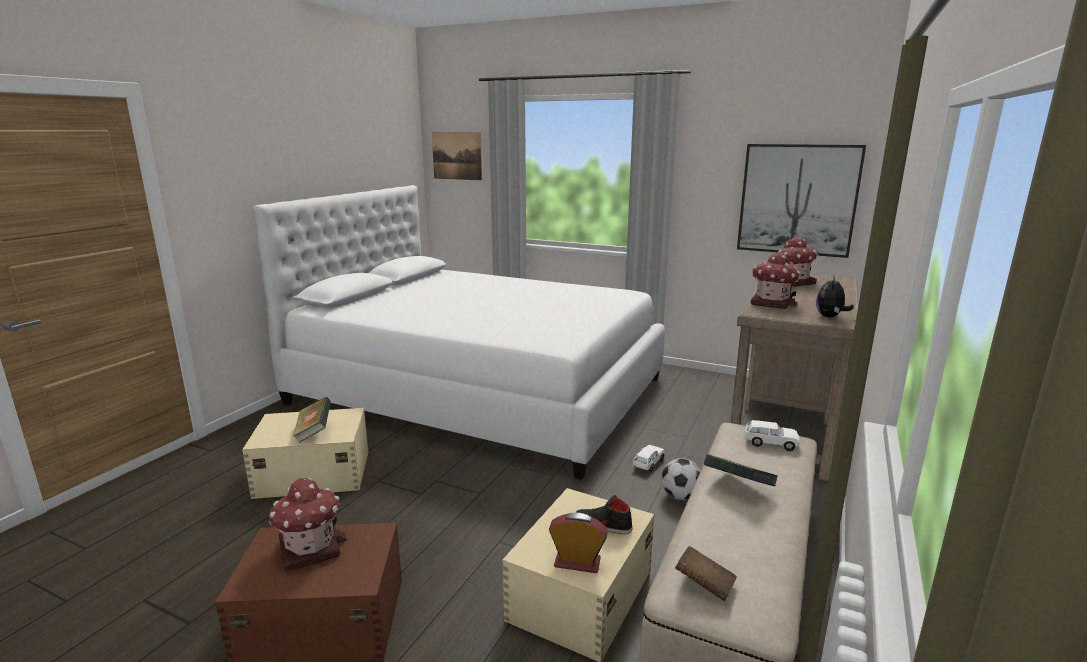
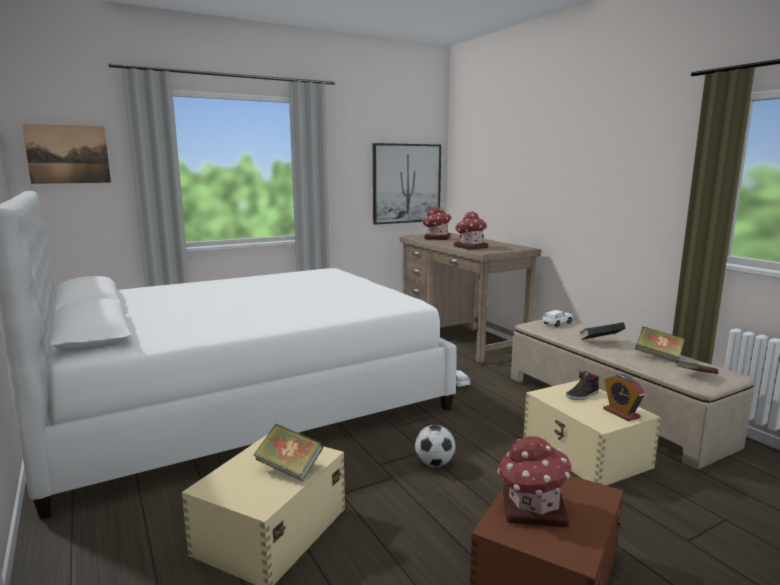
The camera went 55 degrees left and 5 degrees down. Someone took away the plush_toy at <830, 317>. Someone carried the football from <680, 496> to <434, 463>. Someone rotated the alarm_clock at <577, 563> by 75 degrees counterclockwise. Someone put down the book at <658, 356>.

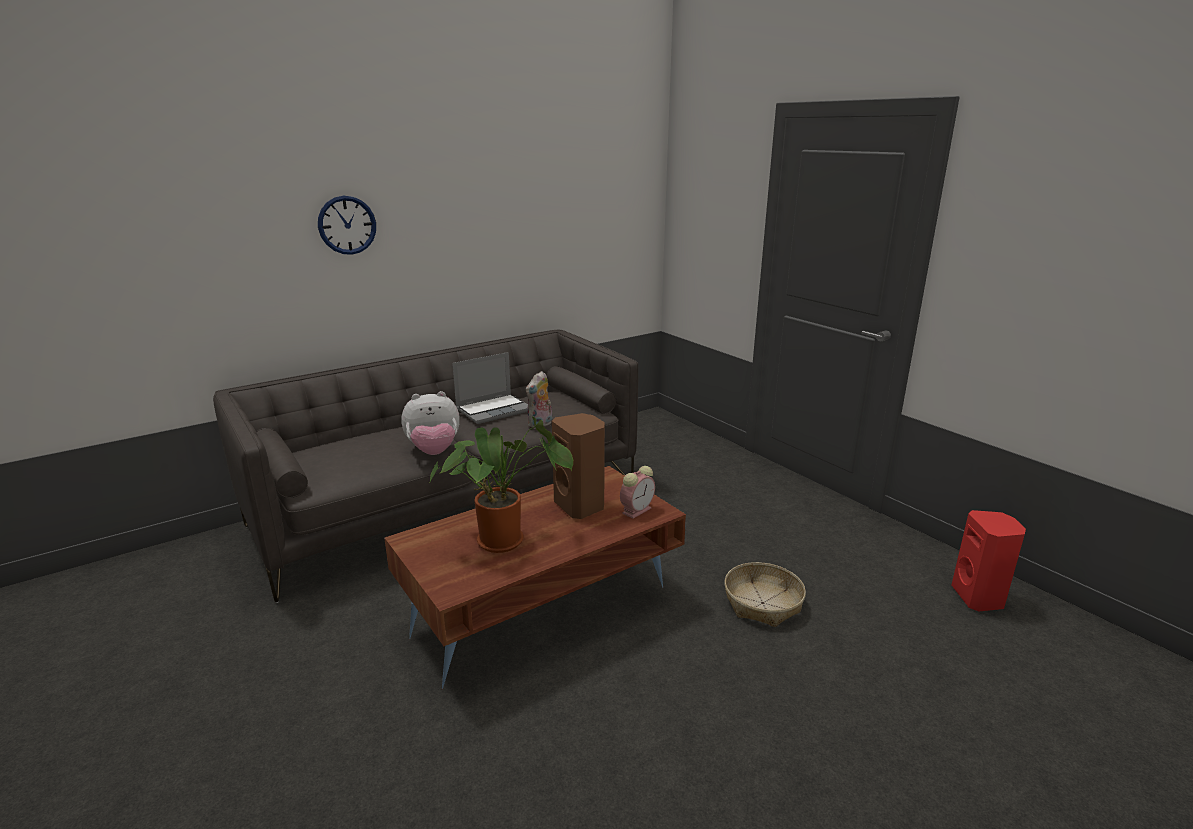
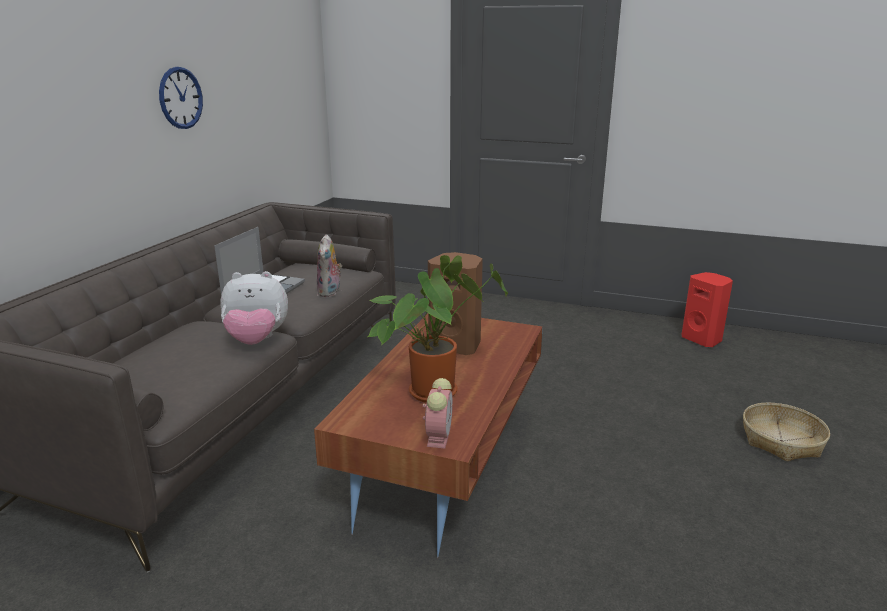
The camera went 35 degrees left and 0 degrees up. Someone carried the wall_clock from <347, 225> to <180, 98>. Someone rotated the plush_toy at <434, 451> by 45 degrees clockwise. Someone carried the alarm_clock from <637, 510> to <438, 436>. Someone carried the basket from <762, 603> to <781, 441>.

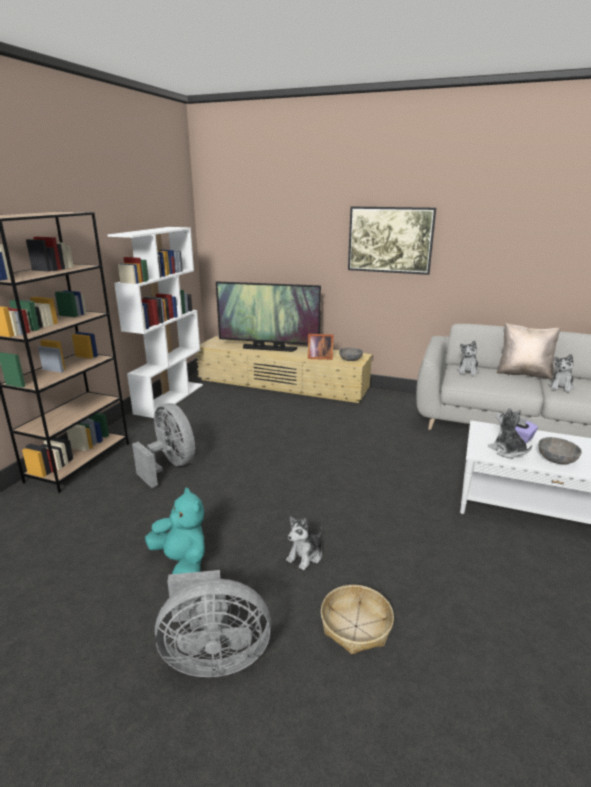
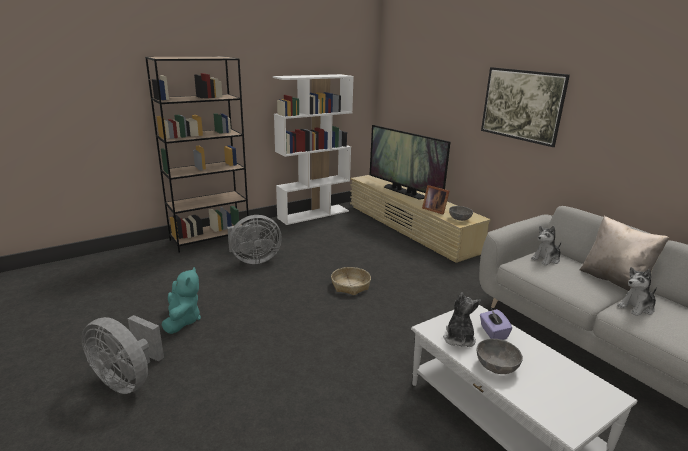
The camera went 35 degrees right and 0 degrees up. Someone rotated the grey_fan at <170, 466> by 75 degrees clockwise. Someone took away the plush_toy at <305, 556>. Someone carried the basket from <356, 626> to <350, 286>.

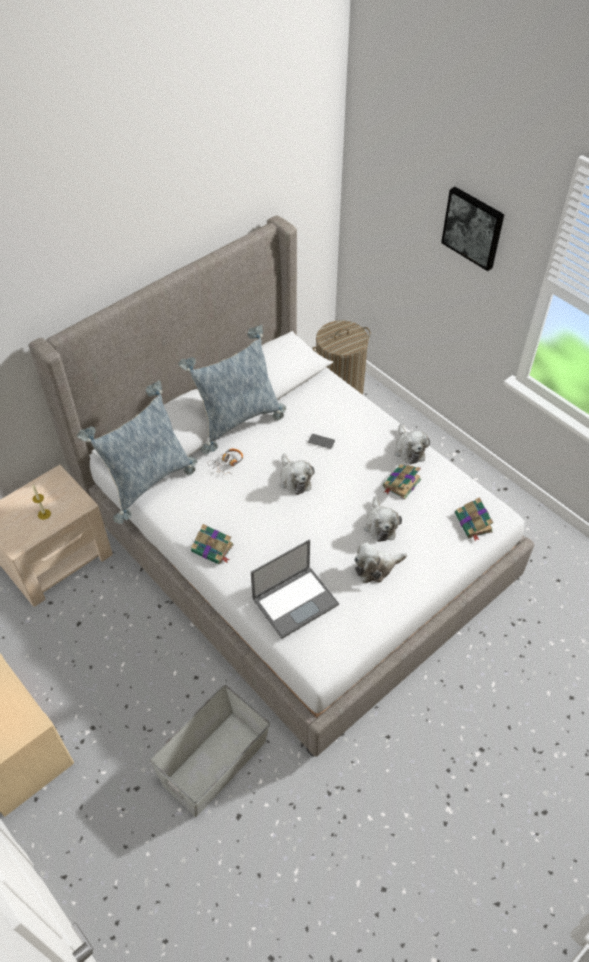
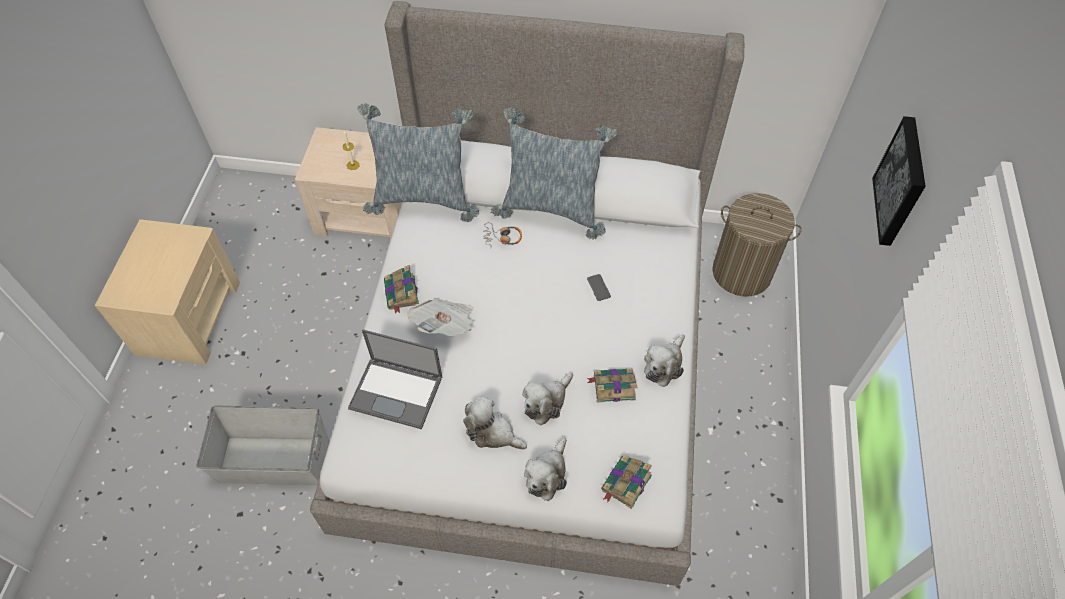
The camera went 50 degrees right and 5 degrees up. Someone carried the plush_toy from <294, 479> to <547, 474>. Someone put down the newspaper at <445, 325>.

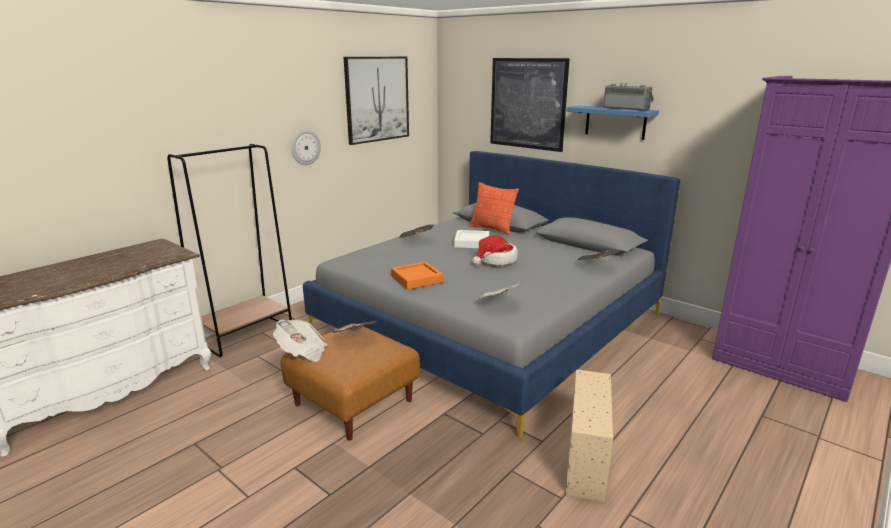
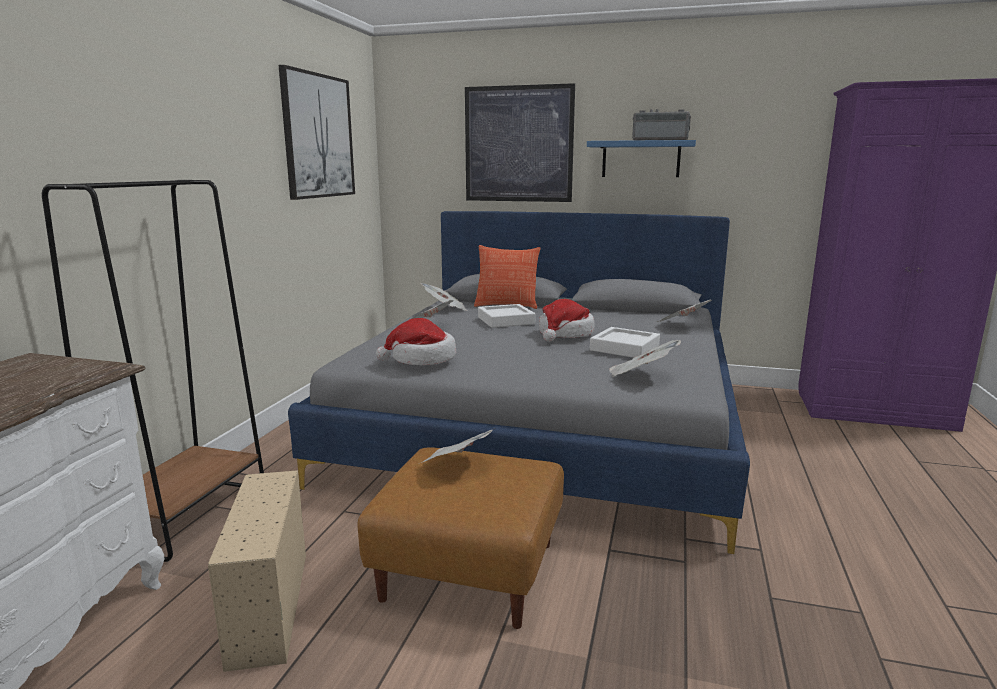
The camera went 25 degrees left and 5 degrees down. Someone took away the wall_clock at <305, 147>. Someone took away the orange_tray at <416, 279>. Someone carried the newspaper from <302, 352> to <445, 309>. Someone carried the beige_storage_box from <586, 460> to <269, 608>. Someone put down the hat at <421, 359>. Someone put down the white_tray at <624, 348>.

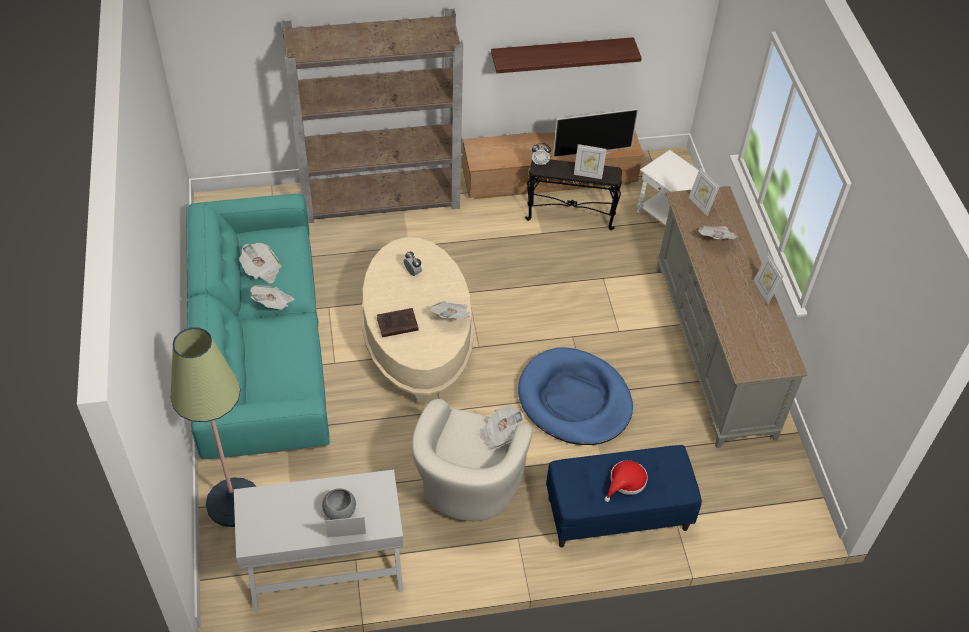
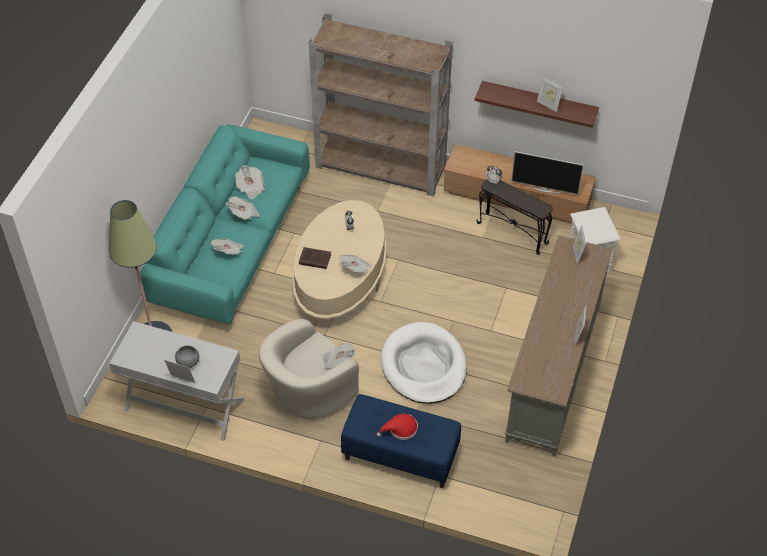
The camera went 30 degrees right and 0 degrees up. Someone carried the picture_frame from <588, 174> to <548, 105>. Someone carried the newspaper from <716, 239> to <228, 251>. Someone repainted the blue_dog_bed at <574, 400>, which became the white_dog_bed at <424, 366>.

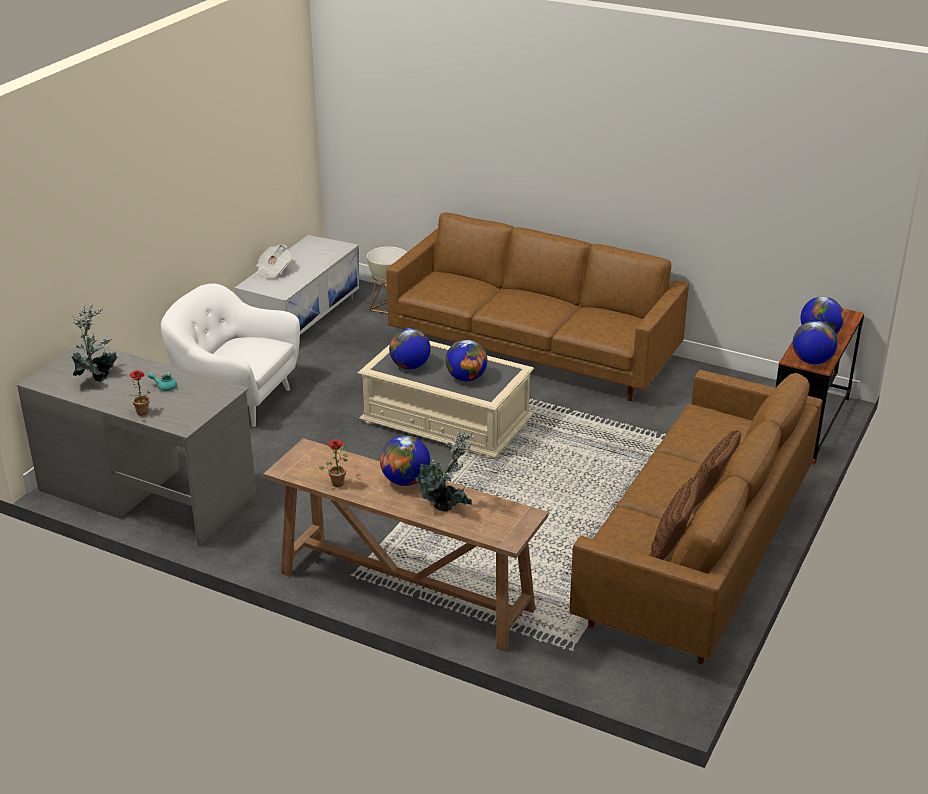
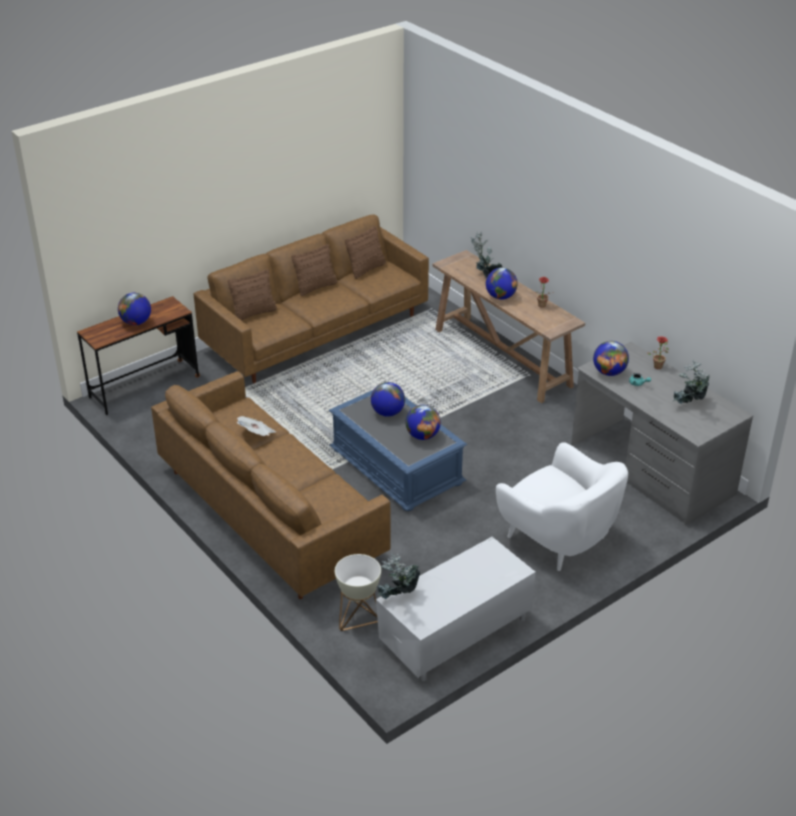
The camera went 155 degrees left and 5 degrees up. Someone carried the newspaper from <272, 272> to <257, 434>. Someone carried the globe from <812, 361> to <609, 372>. Someone repainted the beige_coffee_table at <447, 421>, which became the blue_coffee_table at <396, 465>. Someone put down the brown_pillow at <254, 313>. Someone put down the potted_plant at <398, 597>.

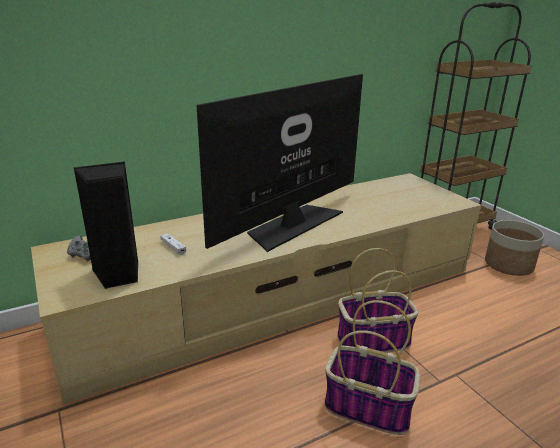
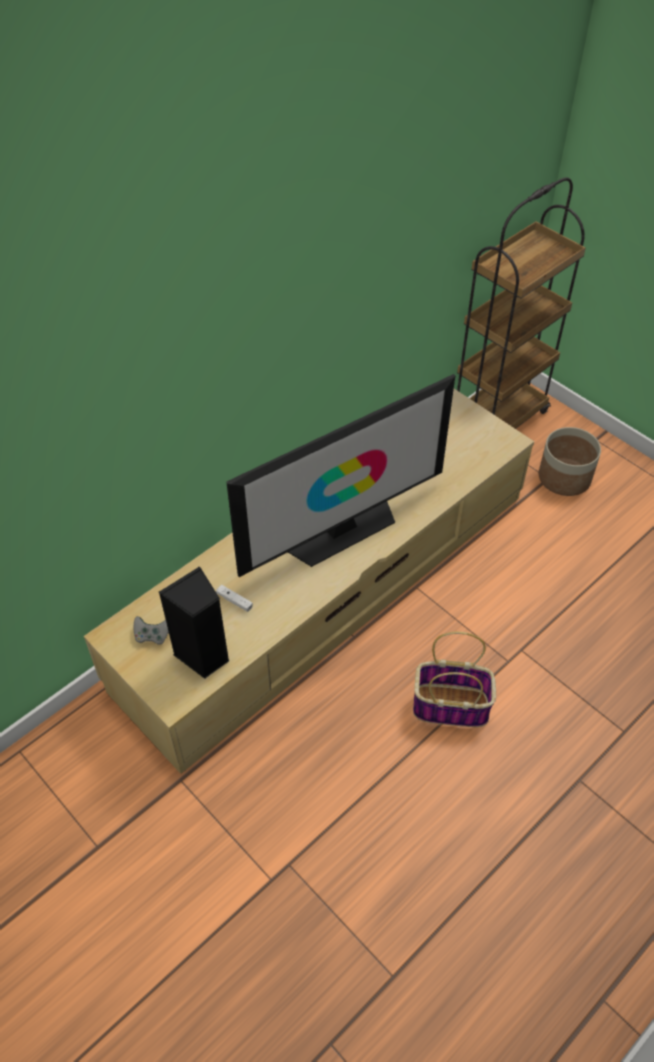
The camera went 15 degrees left and 25 degrees up. Someone rotated the television at <293, 224> by 150 degrees counterclockwise. Someone took away the basket at <374, 340>.

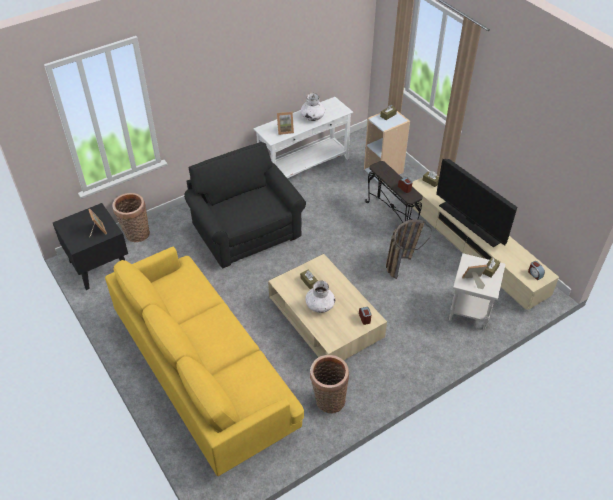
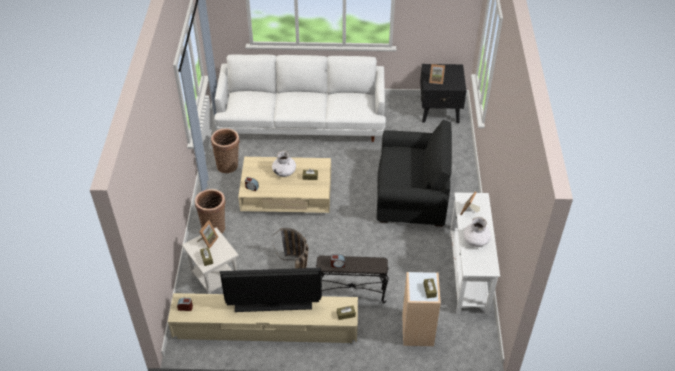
The camera went 125 degrees right and 0 degrees up. Someone carried the basket from <135, 234> to <214, 226>. Someone repainted the yellow_sofa at <204, 373>, which became the white_sofa at <302, 123>.

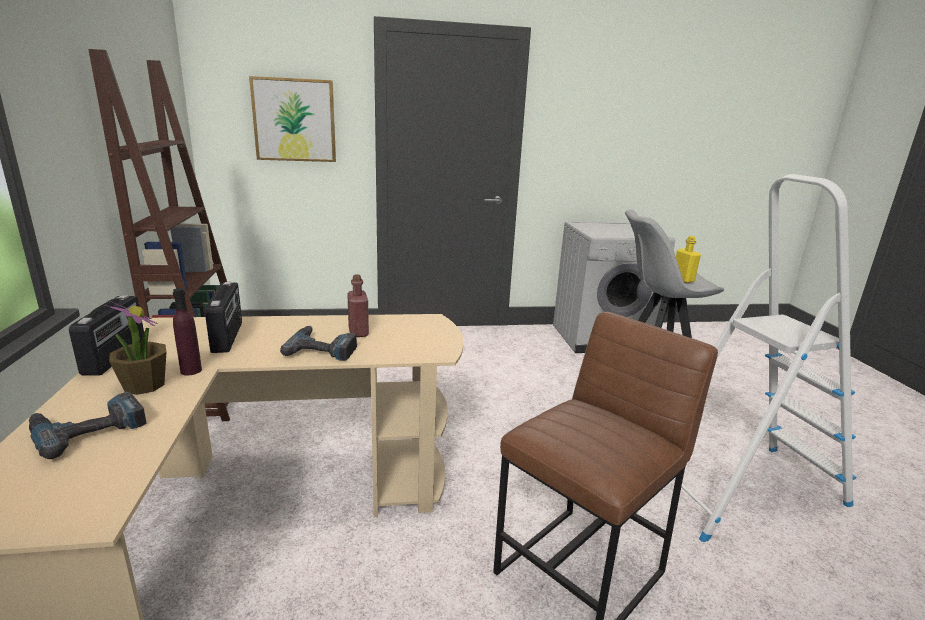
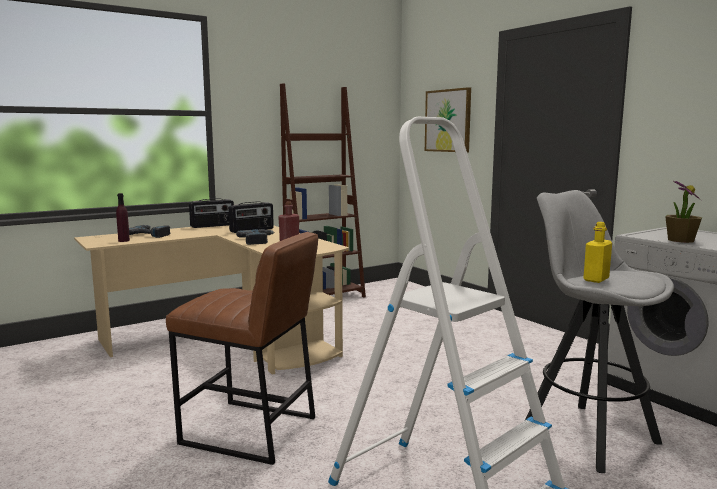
The camera went 65 degrees right and 10 degrees down. Someone carried the purple_bottle from <191, 370> to <124, 240>. Someone carried the potted_plant from <144, 385> to <680, 240>.

